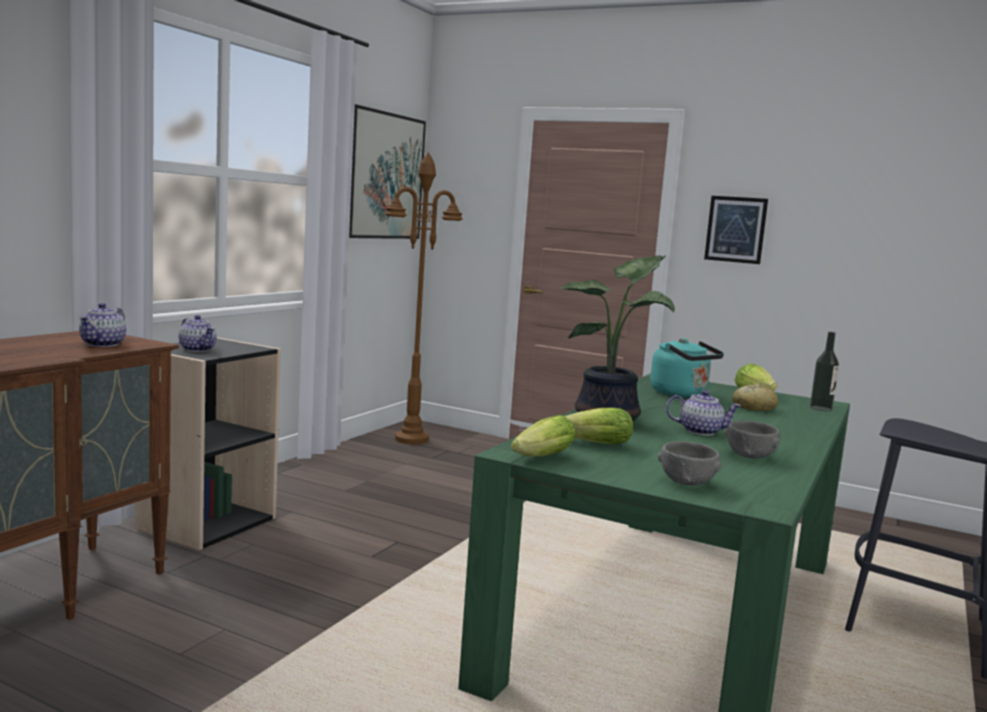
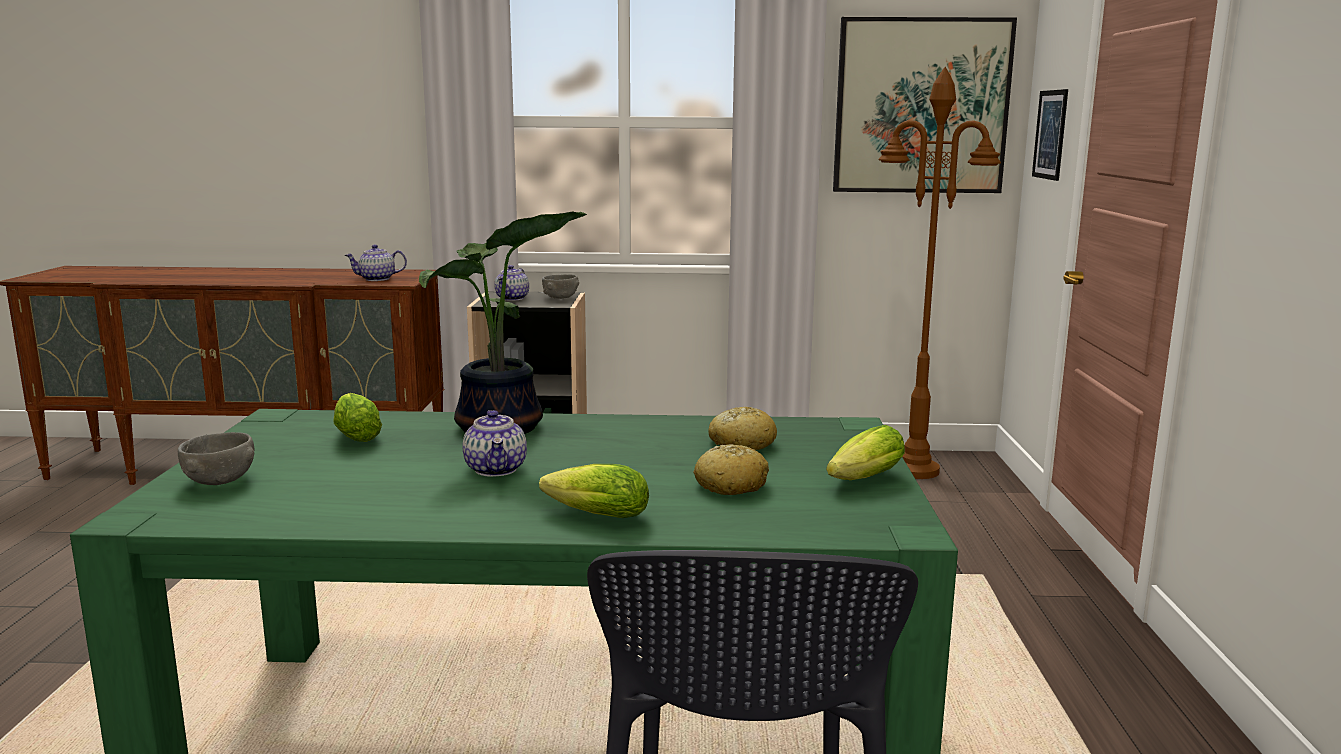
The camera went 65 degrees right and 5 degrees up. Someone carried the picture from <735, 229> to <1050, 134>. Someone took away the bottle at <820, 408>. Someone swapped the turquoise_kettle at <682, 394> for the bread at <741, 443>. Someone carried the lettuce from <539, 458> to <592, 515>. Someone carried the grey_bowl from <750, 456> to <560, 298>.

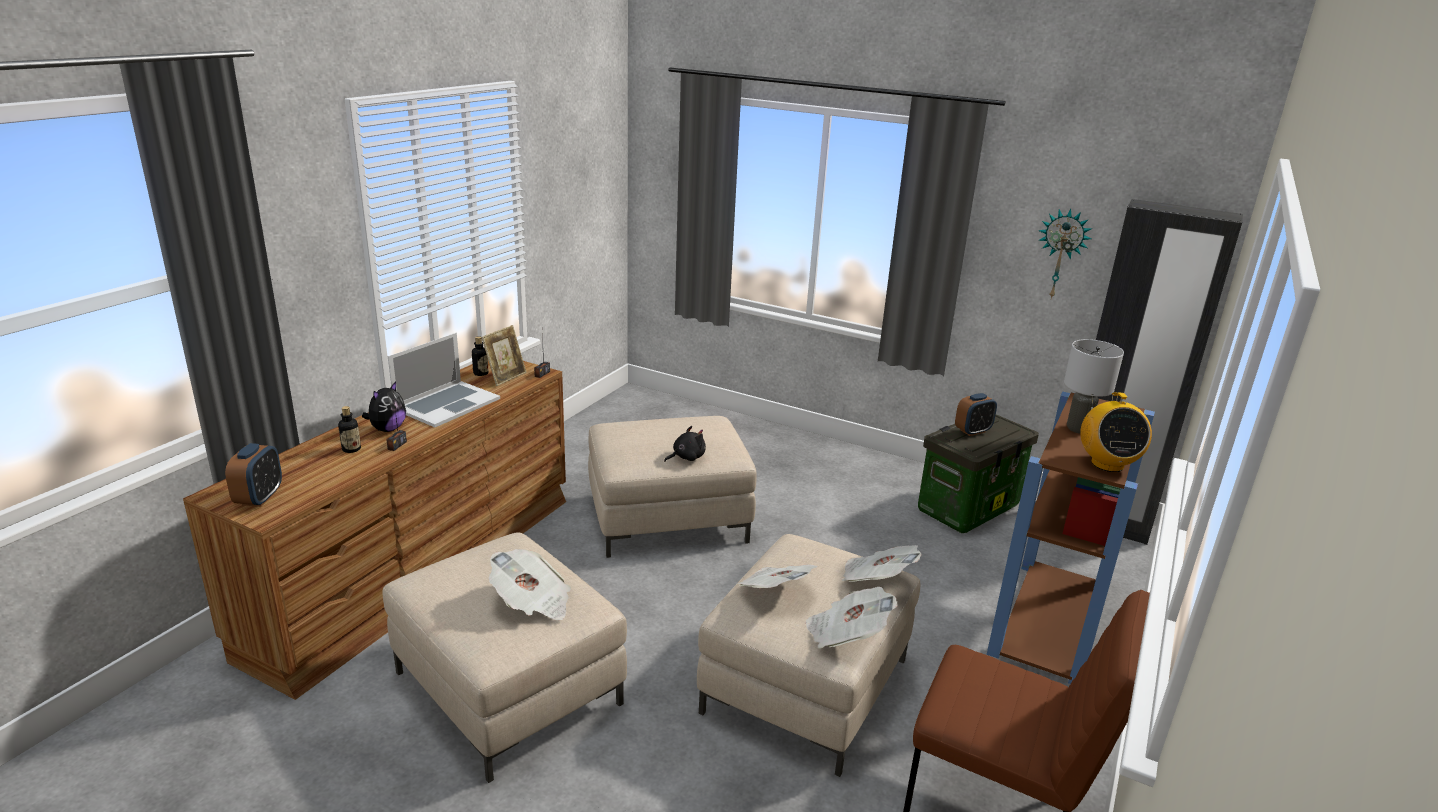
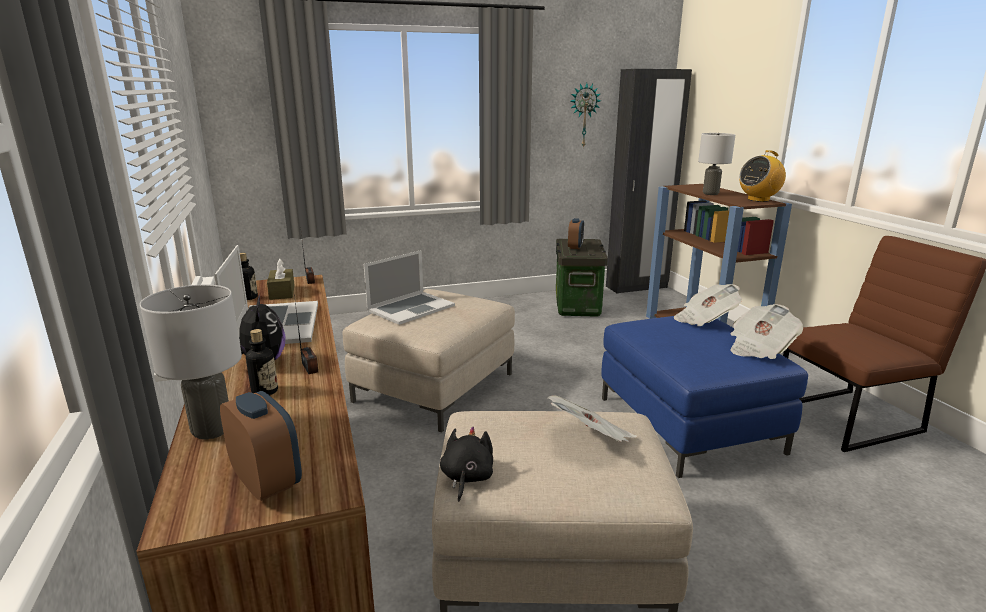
The camera went 45 degrees left and 5 degrees down. Someone swapped the picture_frame at <506, 377> for the brown_tissue_box at <282, 292>. Someone rotated the radio at <1107, 464> by 105 degrees clockwise. Someone carried the black_plush_toy from <686, 457> to <466, 478>. Someone repainted the beige_ottoman at <806, 686>, which became the blue_ottoman at <688, 424>. Someone took away the newspaper at <774, 592>. Someone put down the laptop at <410, 308>. Someone put down the white_table_lamp at <213, 429>.

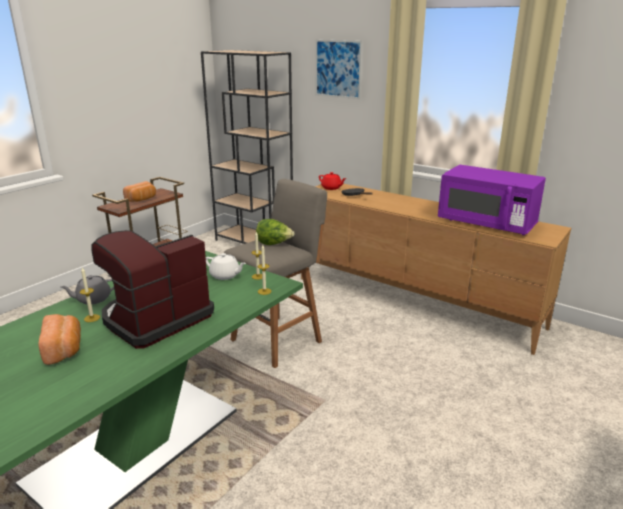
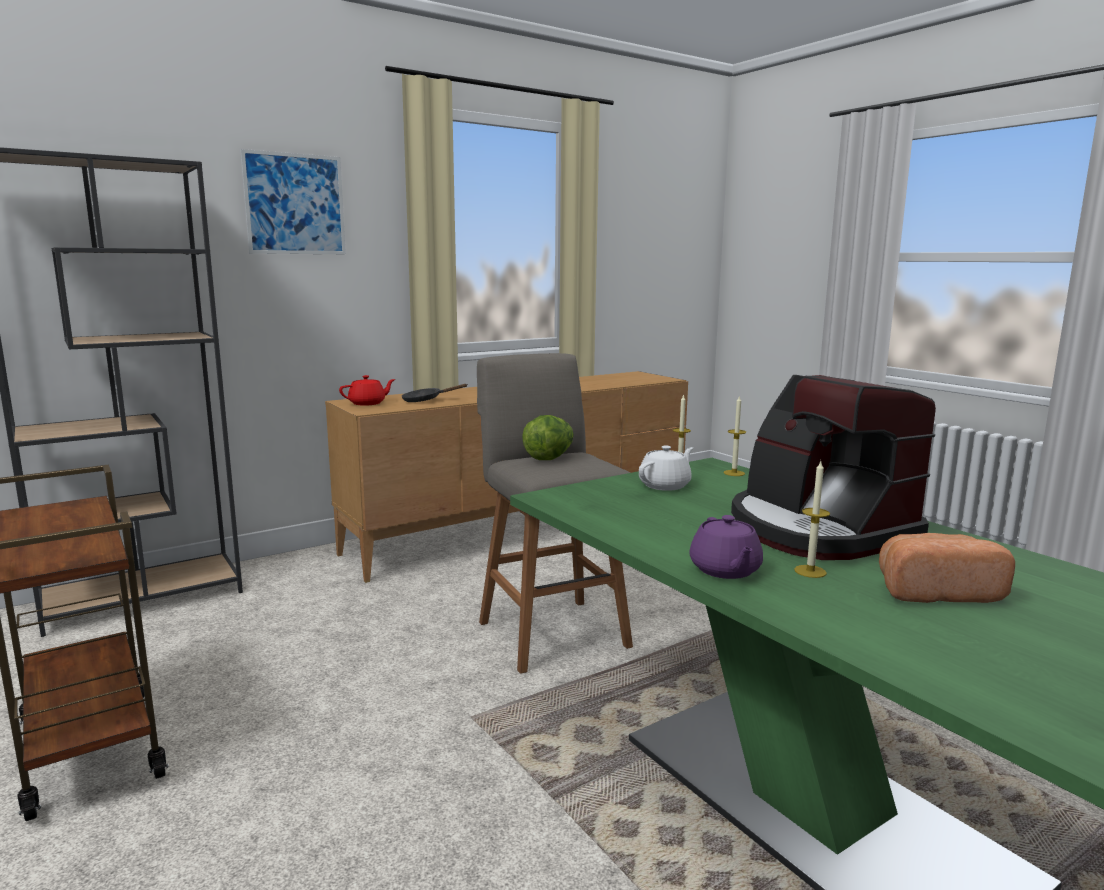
The camera went 70 degrees left and 10 degrees down. Someone took away the purple_microwave at <486, 223>. Someone took away the bread at <142, 199>. Someone repainted the grey_teapot at <93, 299>, which became the purple_teapot at <725, 570>.

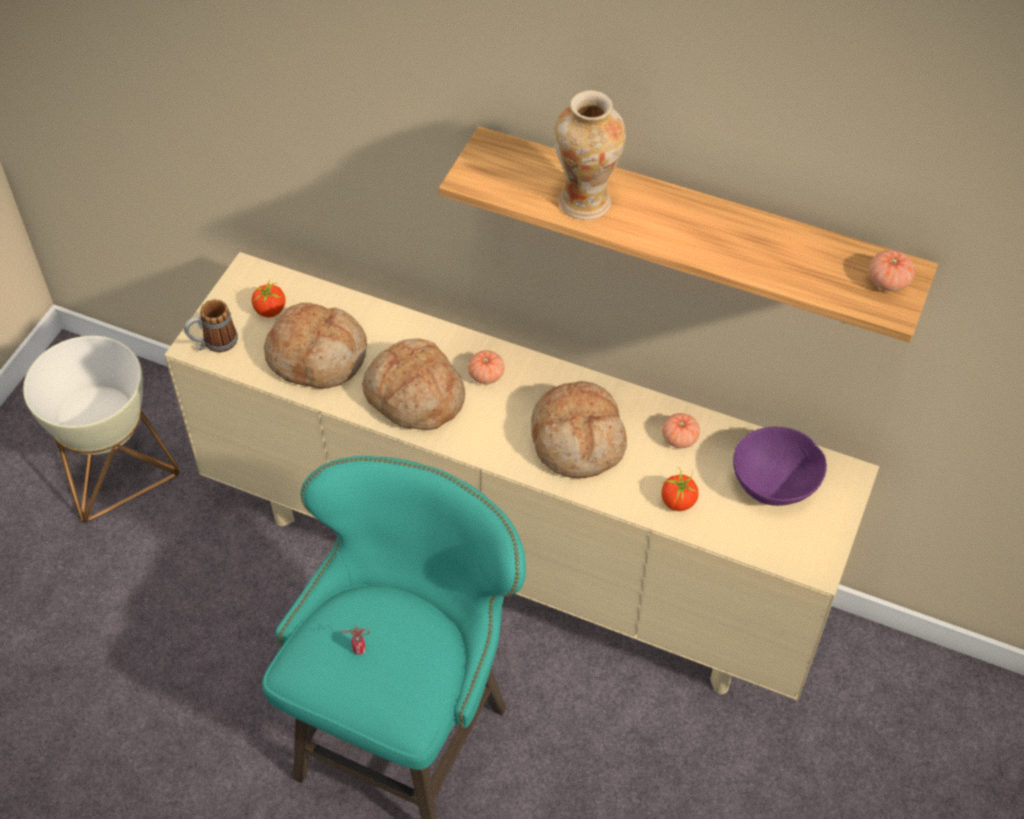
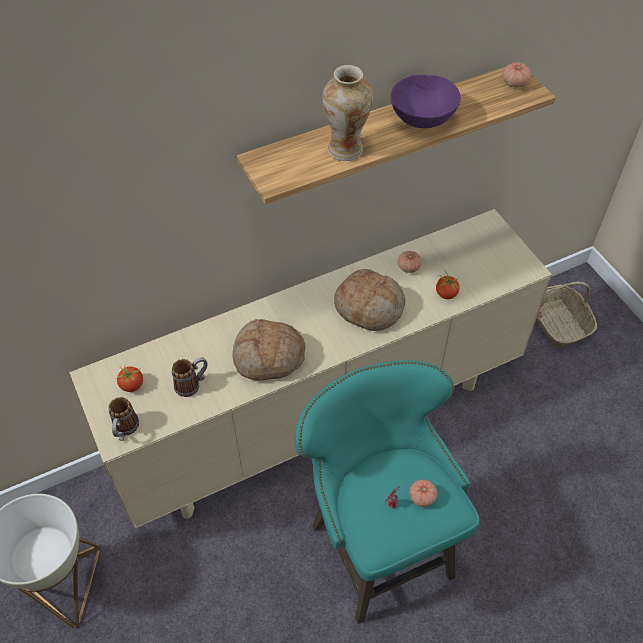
The camera went 50 degrees left and 0 degrees up. Someone swapped the bread at <318, 357> for the mug at <192, 384>. Someone carried the tomato from <486, 375> to <422, 497>. Someone carried the purple_bowl from <774, 483> to <422, 118>. Someone put down the basket at <558, 322>.

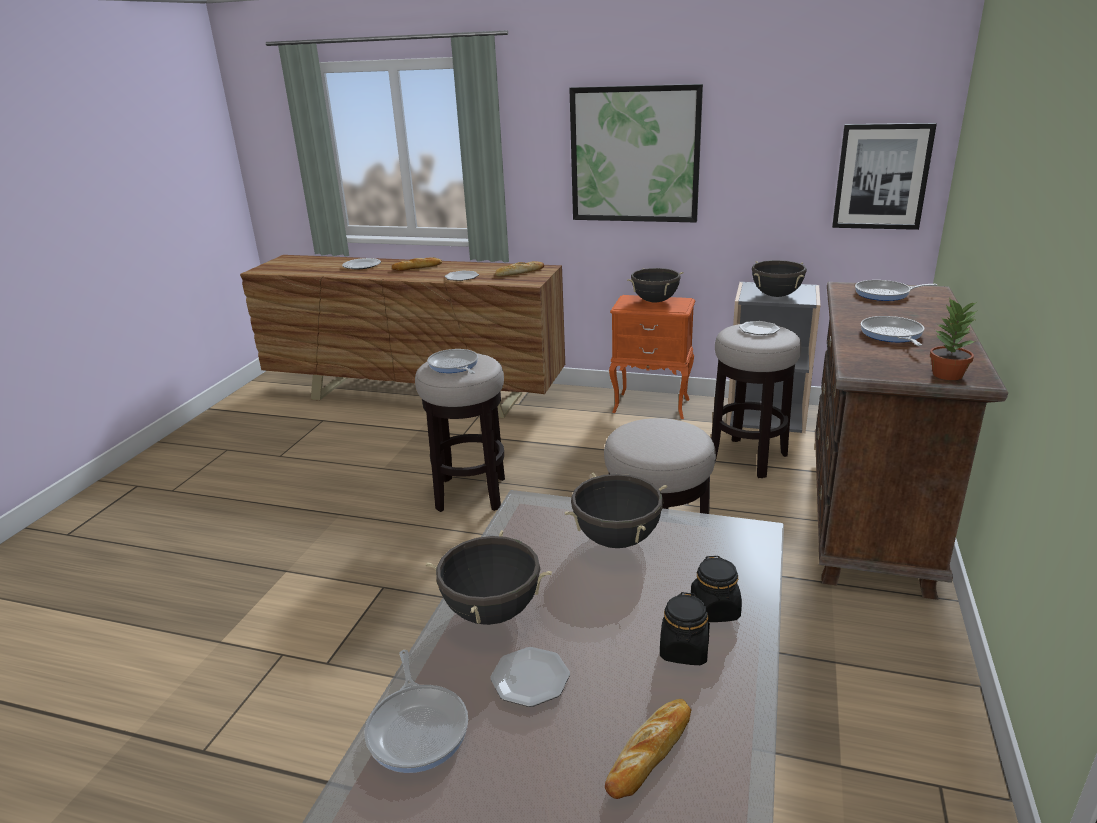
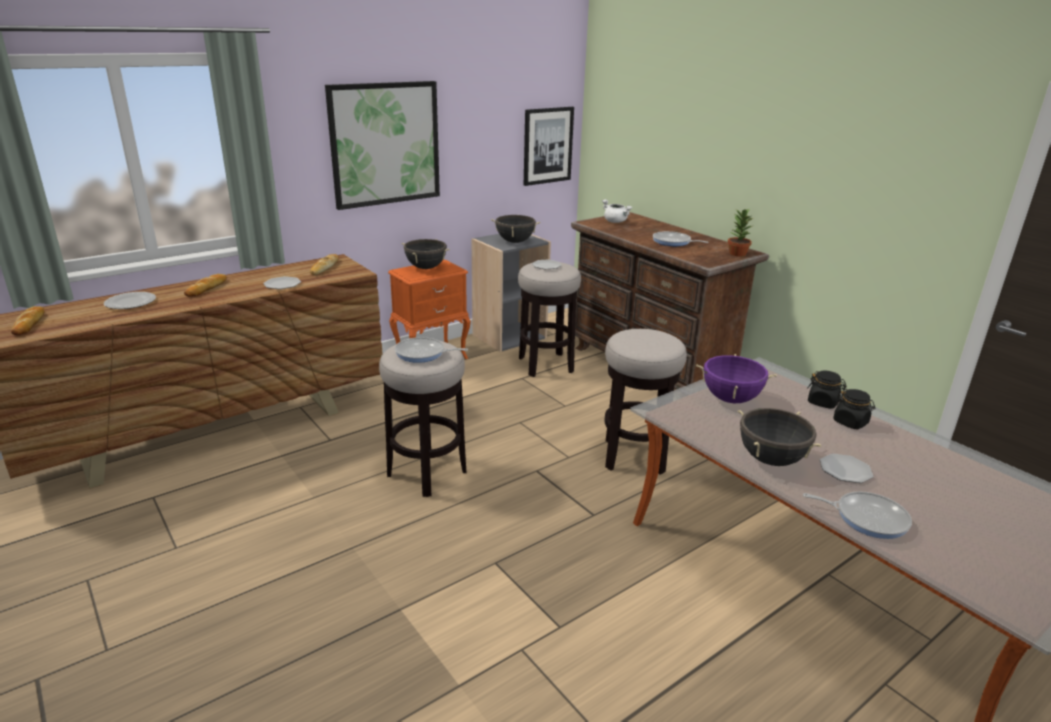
The camera went 55 degrees left and 0 degrees up. Someone swapped the frying_pan at <885, 294> for the white_cooking_pot at <616, 222>. Someone repainted the black_cooking_pot at <617, 539>, which became the purple_cooking_pot at <731, 399>. Someone carried the bread from <650, 751> to <29, 324>.

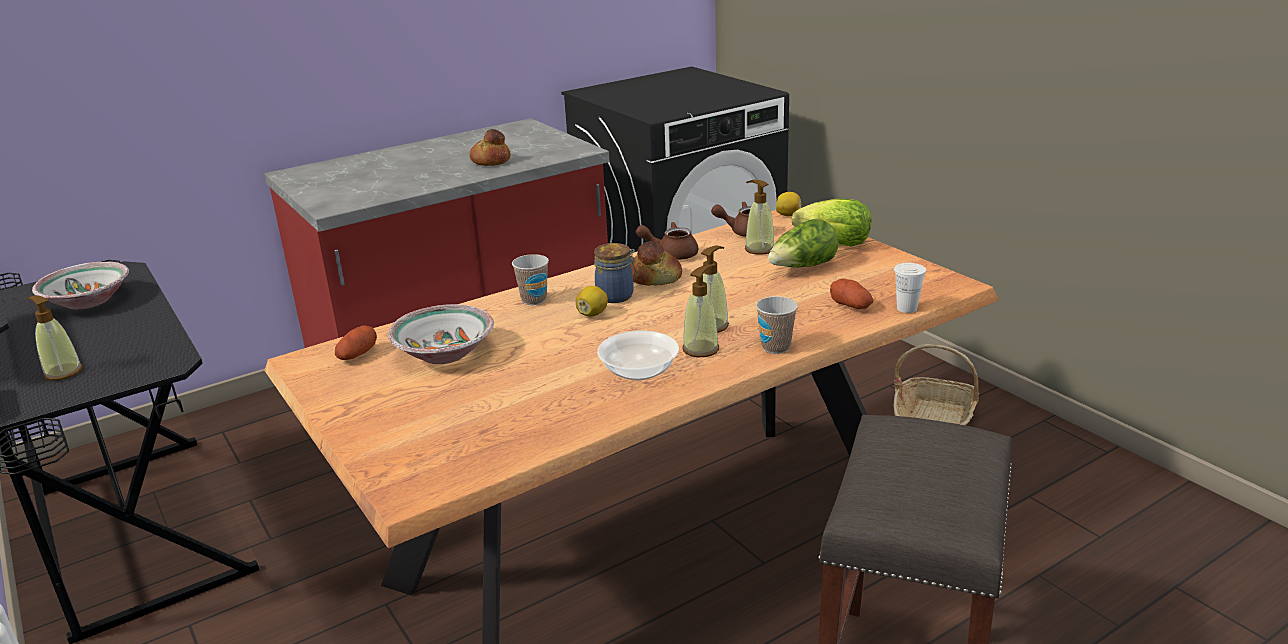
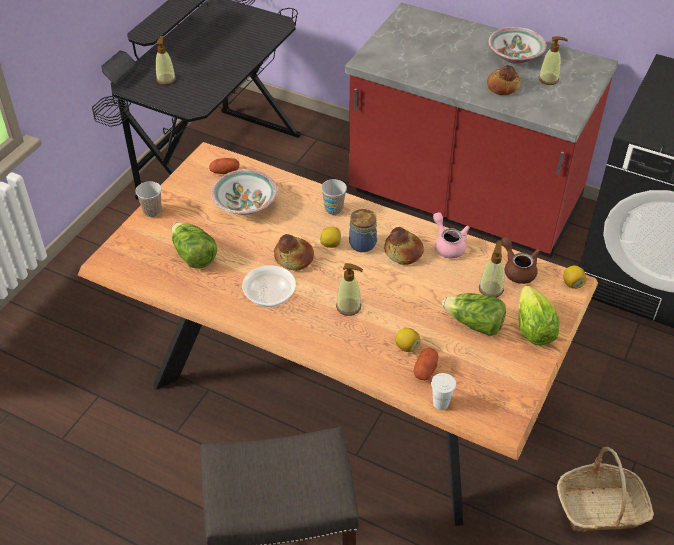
The camera went 60 degrees right and 20 degrees up. Someone repainted the brown_teapot at <671, 254>, which became the pink_teapot at <448, 245>. Someone carried the bowl from <88, 301> to <515, 57>. Someone carried the soap_dispenser from <701, 349> to <548, 79>. Someone carried the cup from <775, 347> to <152, 211>. Someone put down the lettuce at <193, 255>. Someone put down the bread at <294, 258>. Someone put down the lemon at <406, 346>.

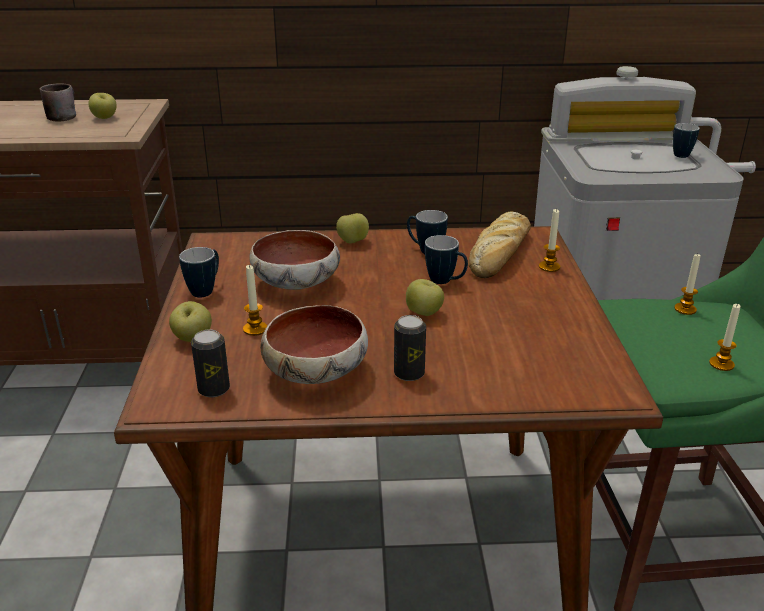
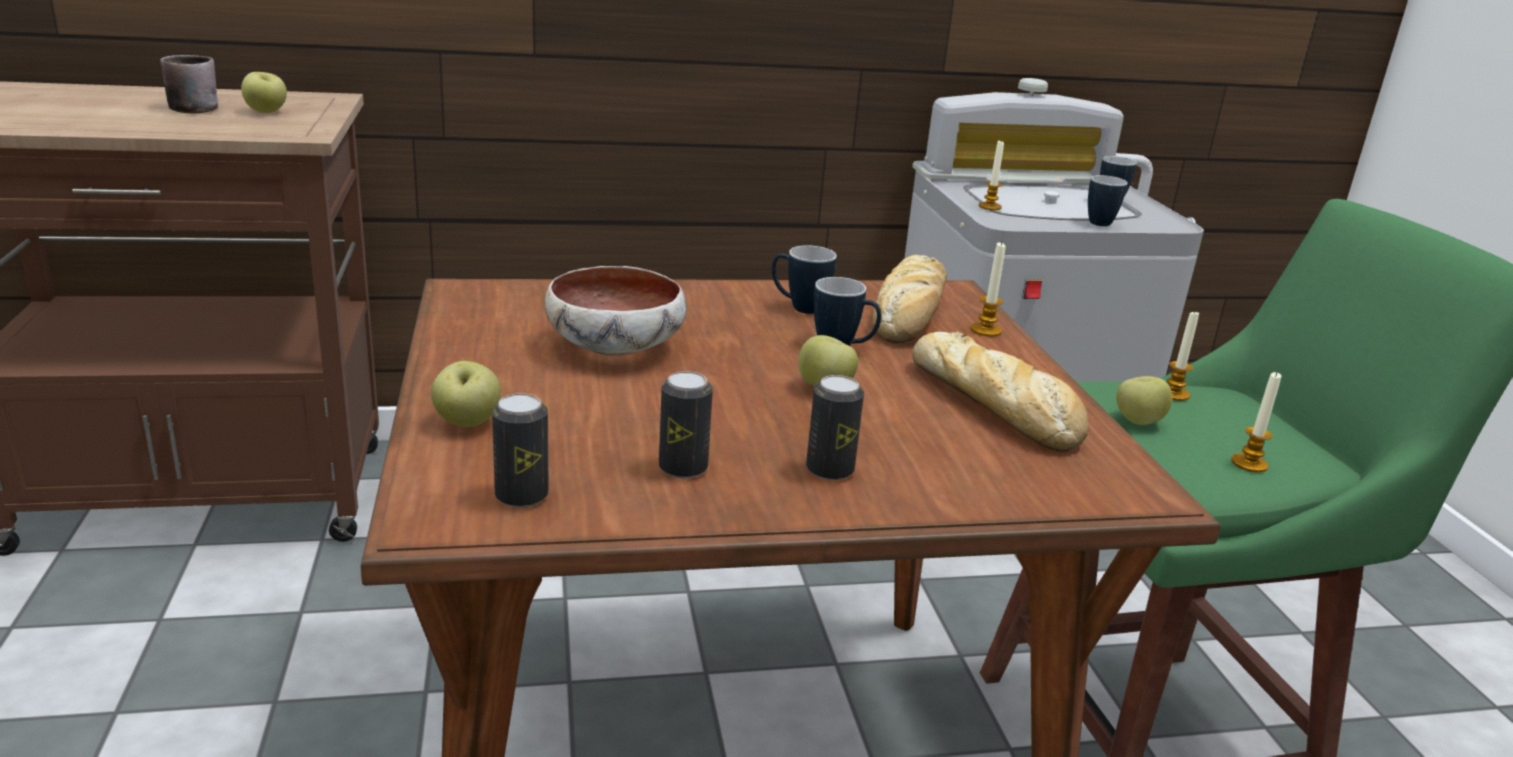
The camera went 10 degrees left and 5 degrees down. Someone carried the apple from <353, 242> to <1137, 422>. Someone carried the mug from <206, 290> to <1100, 221>. Someone carried the candle from <255, 329> to <989, 207>. Someone swapped the bowl at <316, 371> for the can at <683, 468>. Someone put down the bread at <995, 406>.

